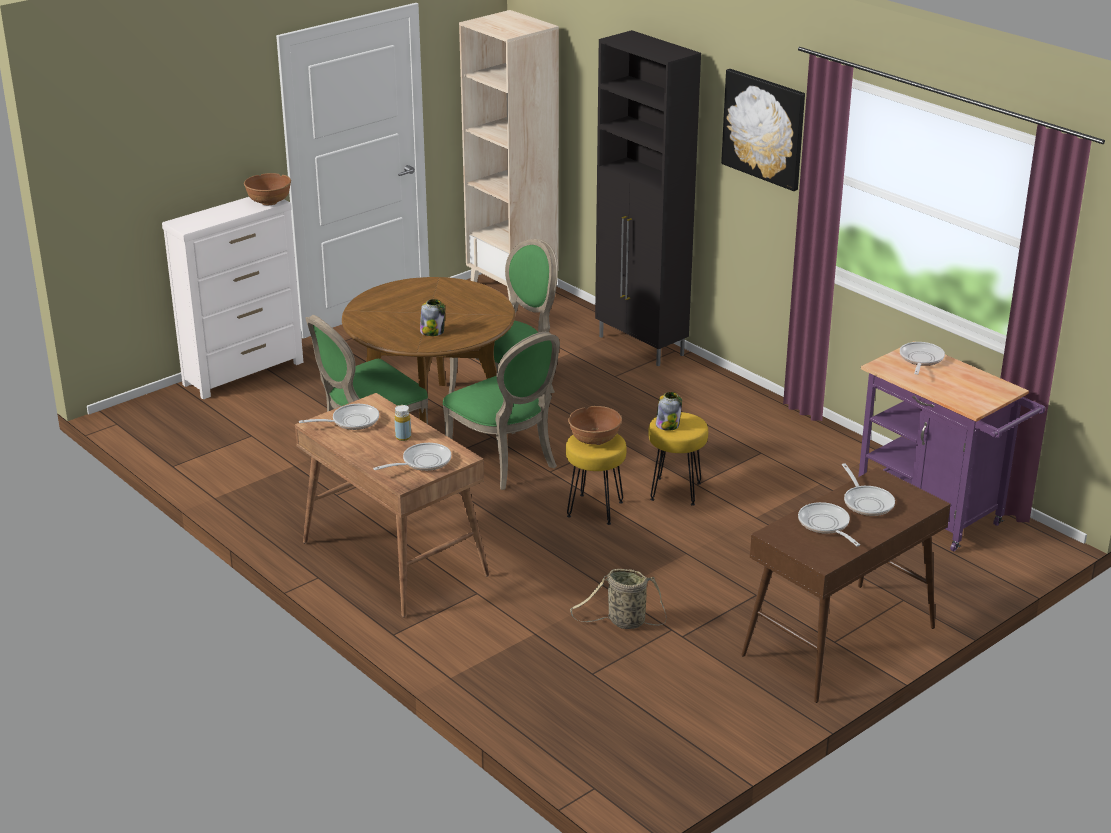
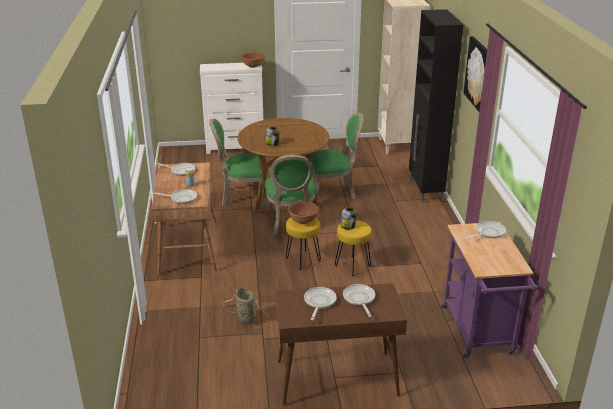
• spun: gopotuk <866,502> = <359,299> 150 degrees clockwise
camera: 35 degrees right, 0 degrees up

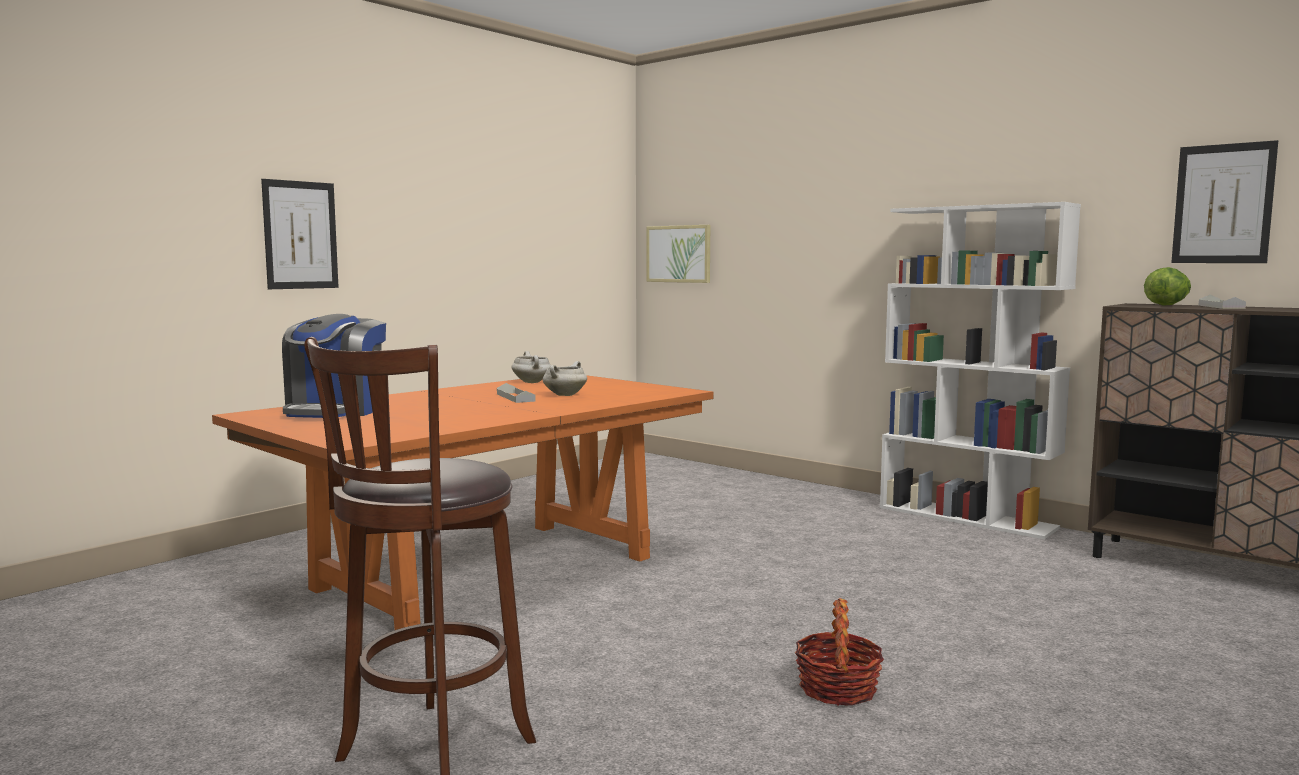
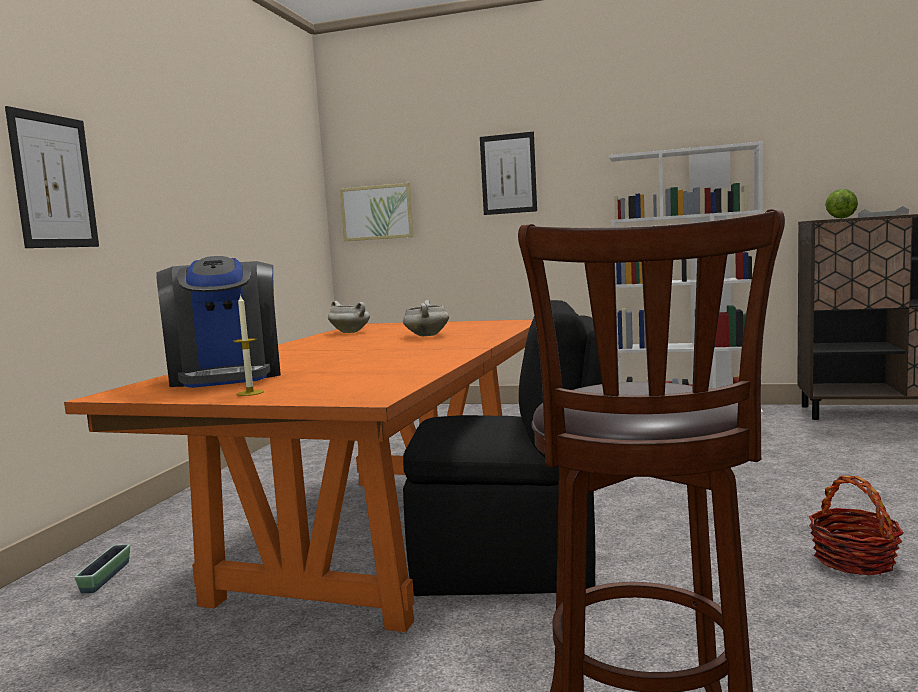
• missing: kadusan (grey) <515,397>
• relocated: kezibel <1223,204> to <508,174>
• appeared: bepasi <106,577>
• appeared: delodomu <250,393>
• appeared: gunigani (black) <509,565>
camera: 25 degrees left, 0 degrees up

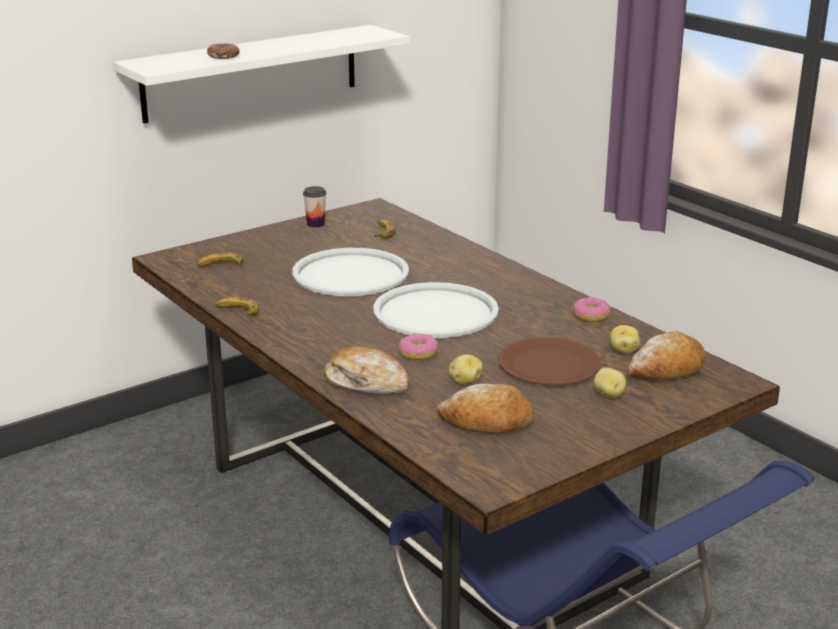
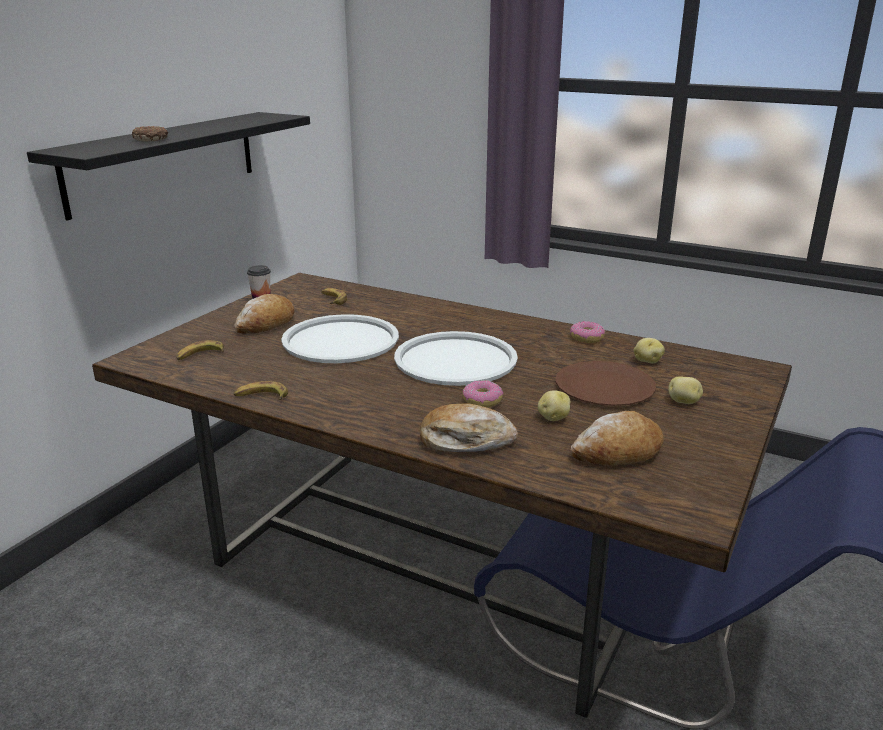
• colour: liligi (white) <252,73> to liligi (black) <164,161>
• relocated: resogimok <666,369> to <266,324>
camera: 25 degrees left, 0 degrees up

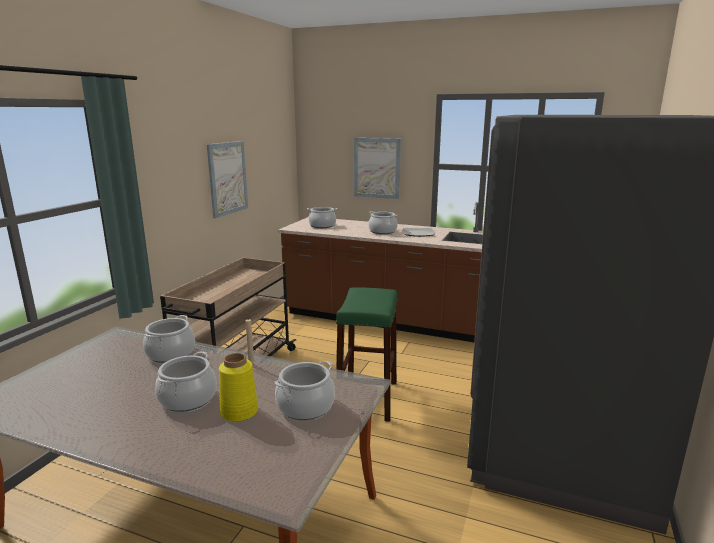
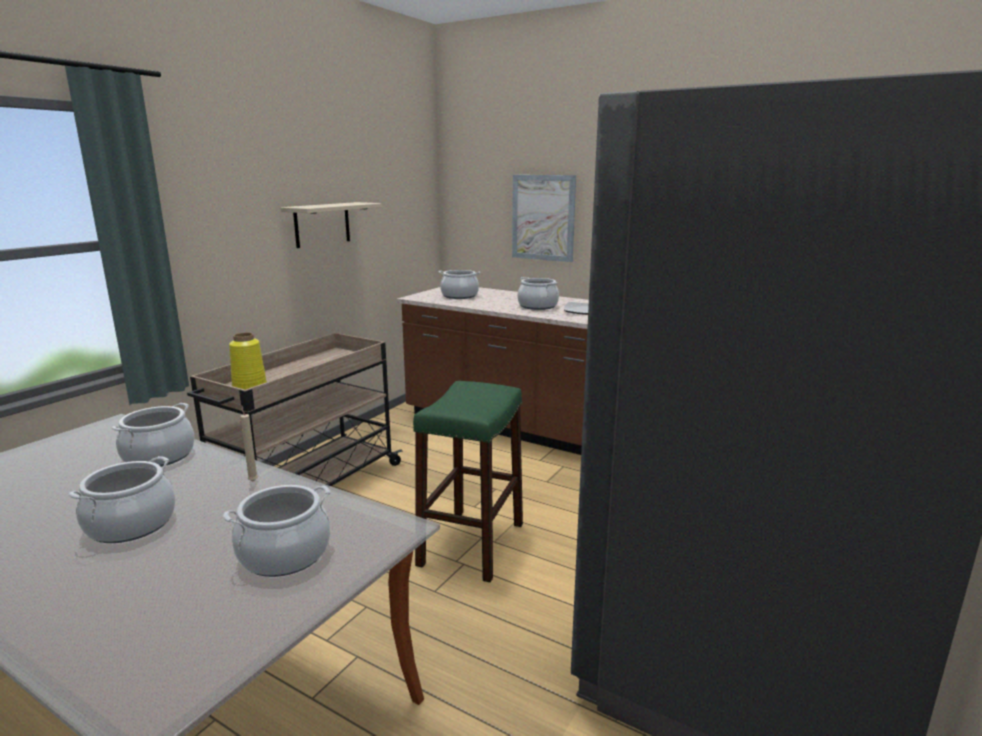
• exchanged: kezibel <227,178> to liligi (beige) <322,224>
• relocated: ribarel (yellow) <240,412> to <250,386>
camera: 10 degrees right, 0 degrees up

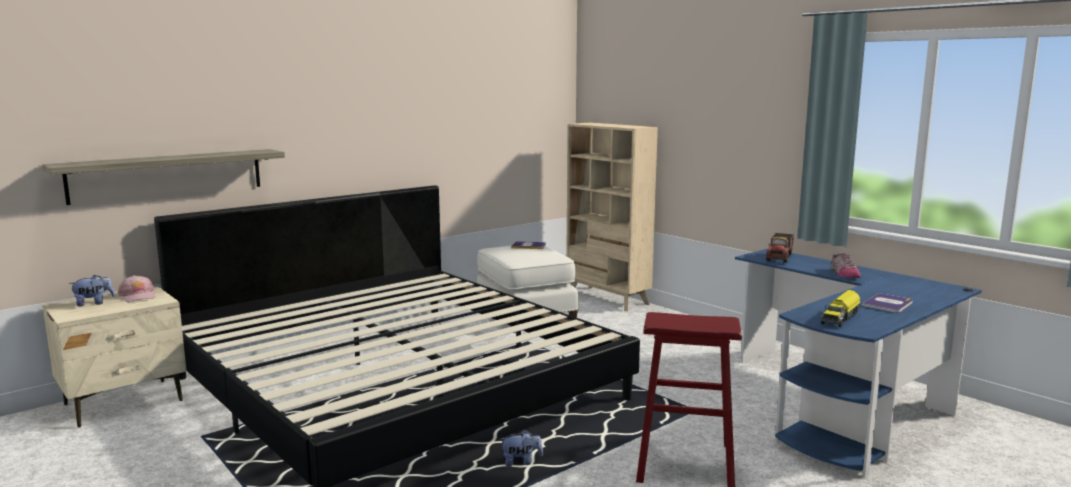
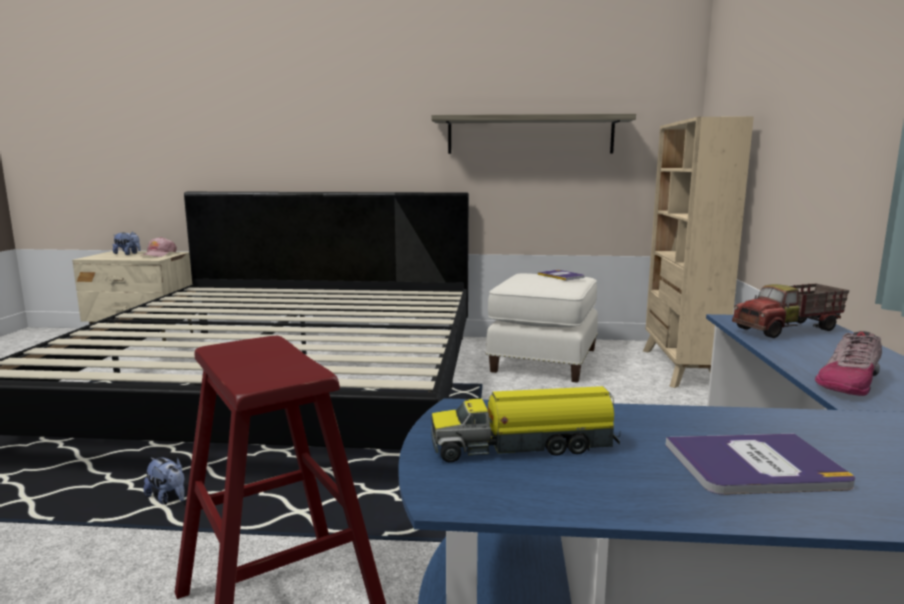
• relocated: liligi <168,175> to <530,135>
camera: 45 degrees right, 0 degrees up

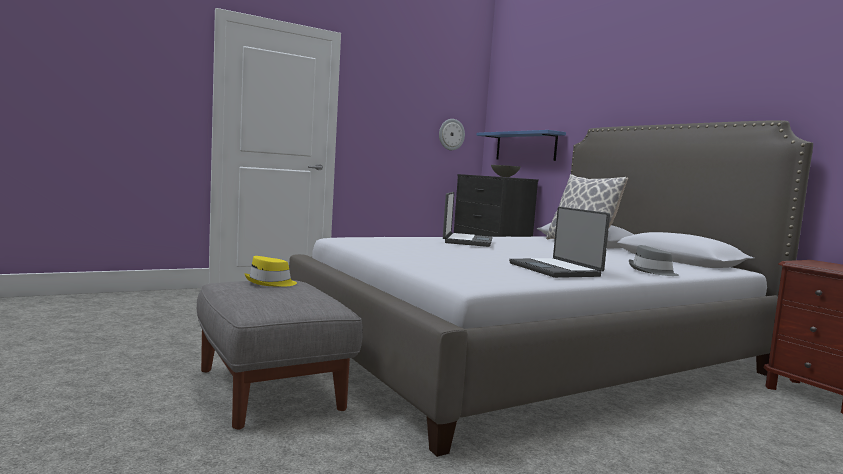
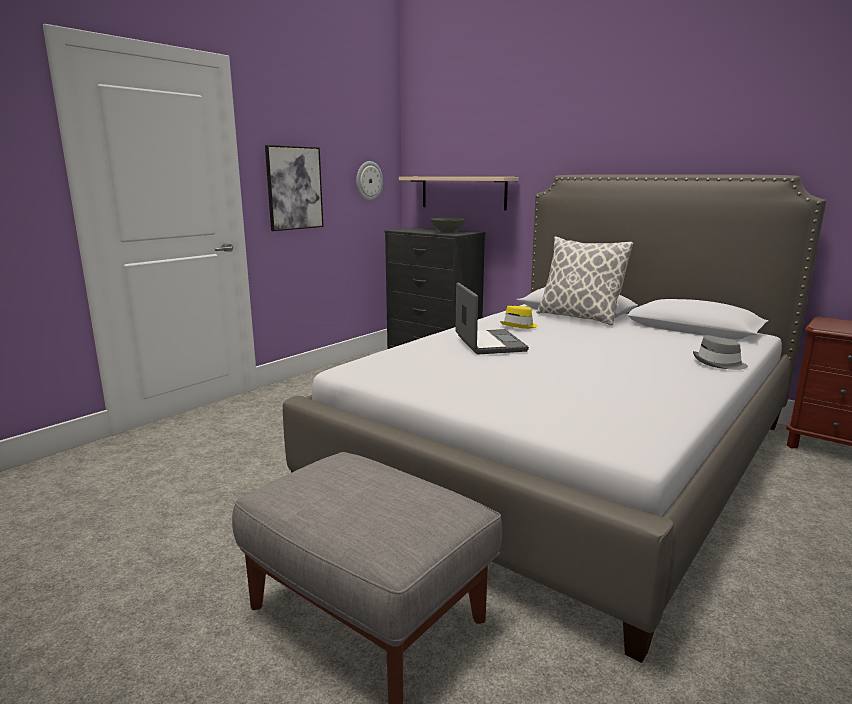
• relocated: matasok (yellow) <270,283> to <519,326>
• colour: liligi (blue) <525,146> to liligi (beige) <463,192>
• missing: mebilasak <556,270>
• appeared: kezibel <294,188>
camera: 20 degrees left, 10 degrees up

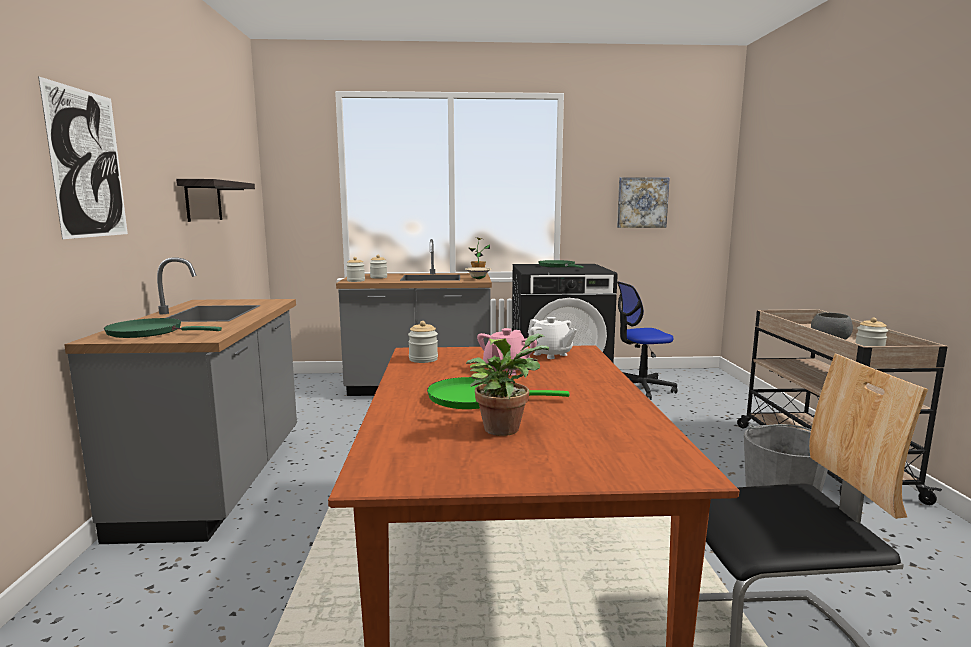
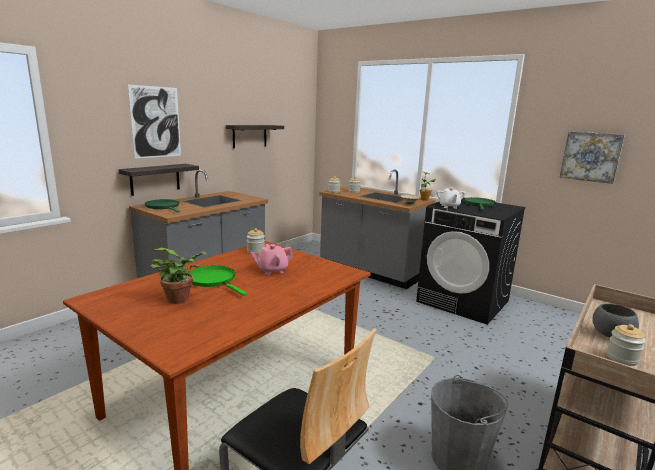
• relocated: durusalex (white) <550,354> to <449,206>
• missing: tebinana <640,388>
• appeared: liligi <155,179>
camera: 40 degrees right, 5 degrees up

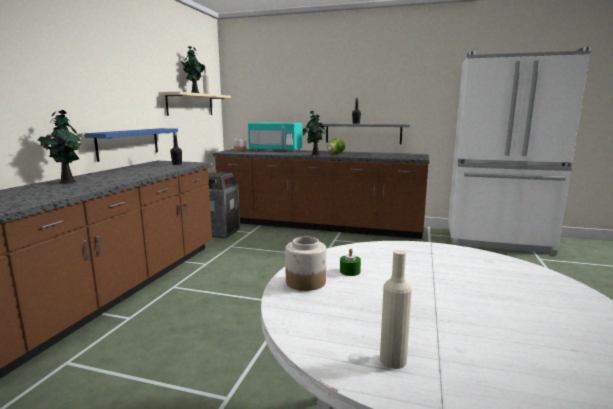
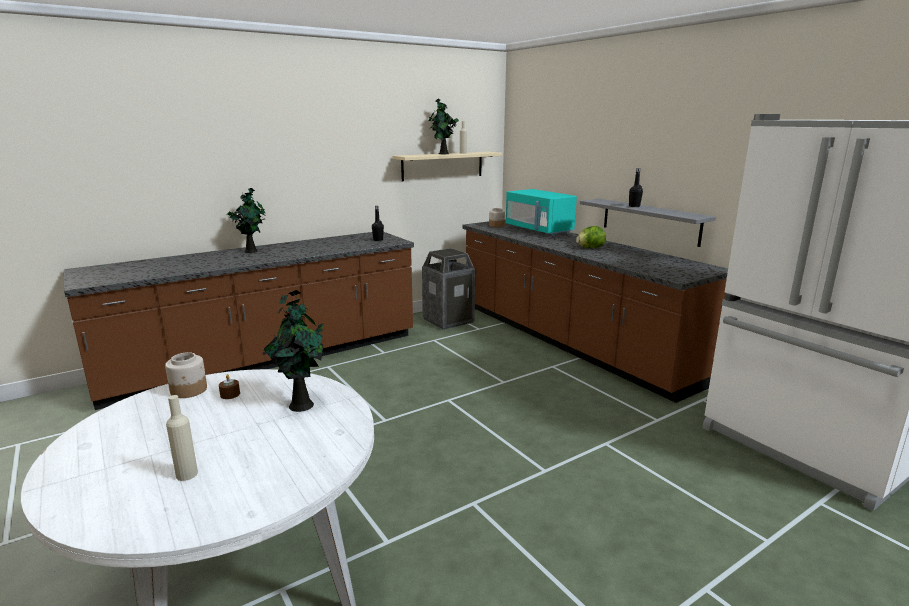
• missing: liligi (blue) <128,143>
• relocated: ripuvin <314,155> to <300,404>
• colour: delodomu (green) <350,271> to delodomu (brown) <230,394>
• relocated: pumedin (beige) <393,360> to <187,474>
camera: 40 degrees right, 5 degrees up

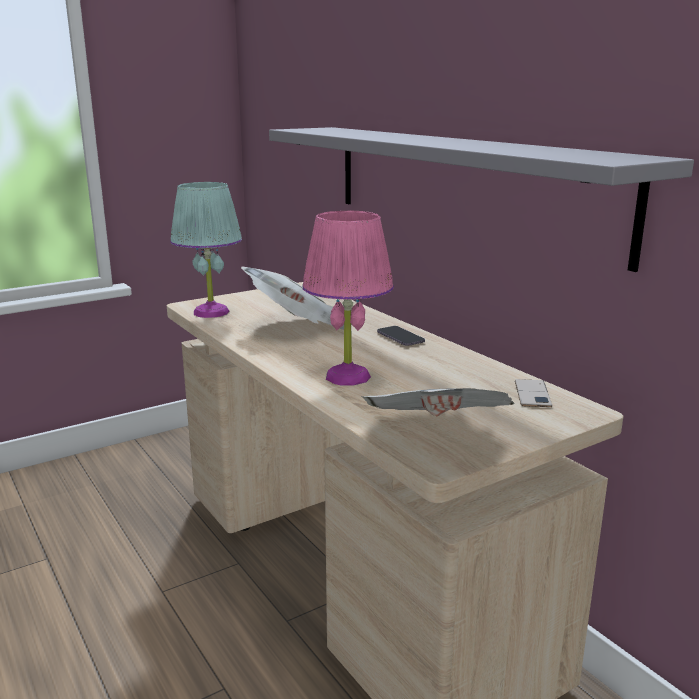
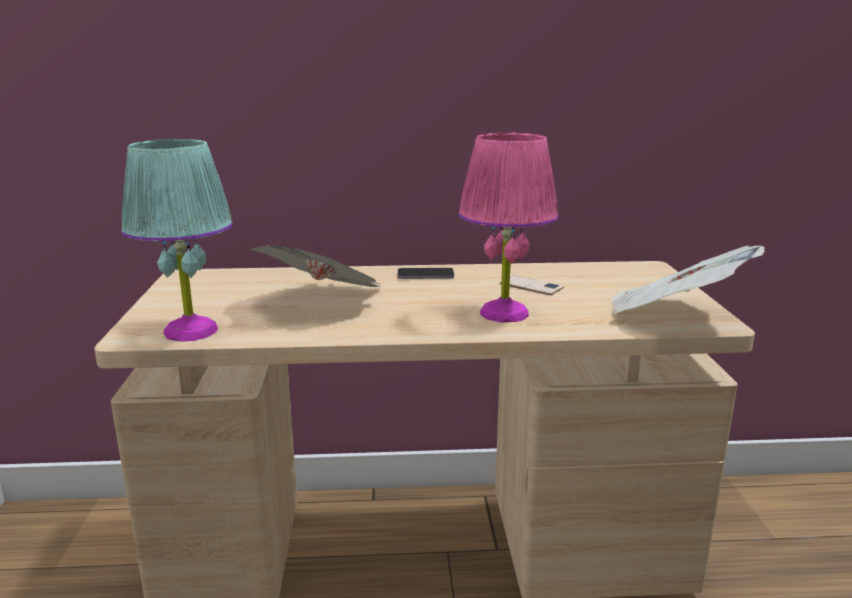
• missing: liligi (grey) <462,185>
• relocated: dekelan <532,394> to <531,286>
camera: 60 degrees left, 0 degrees up

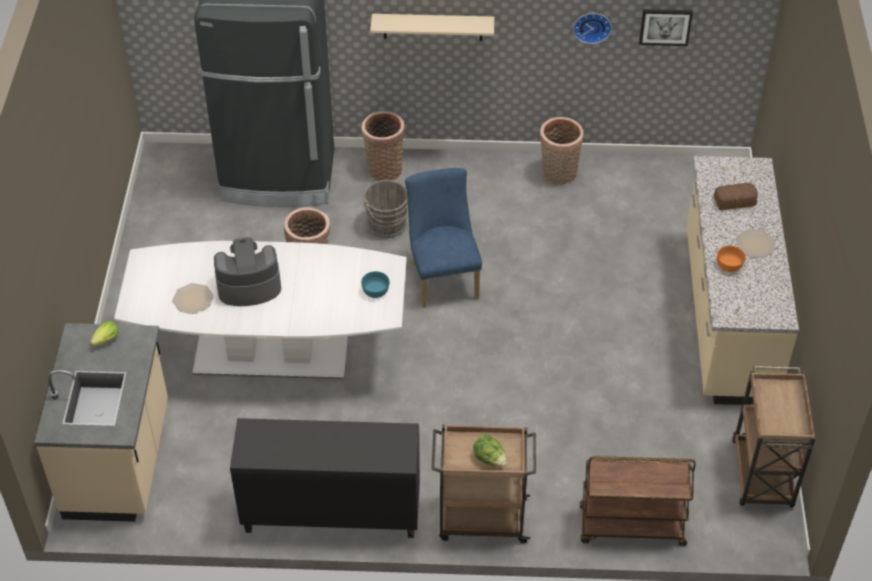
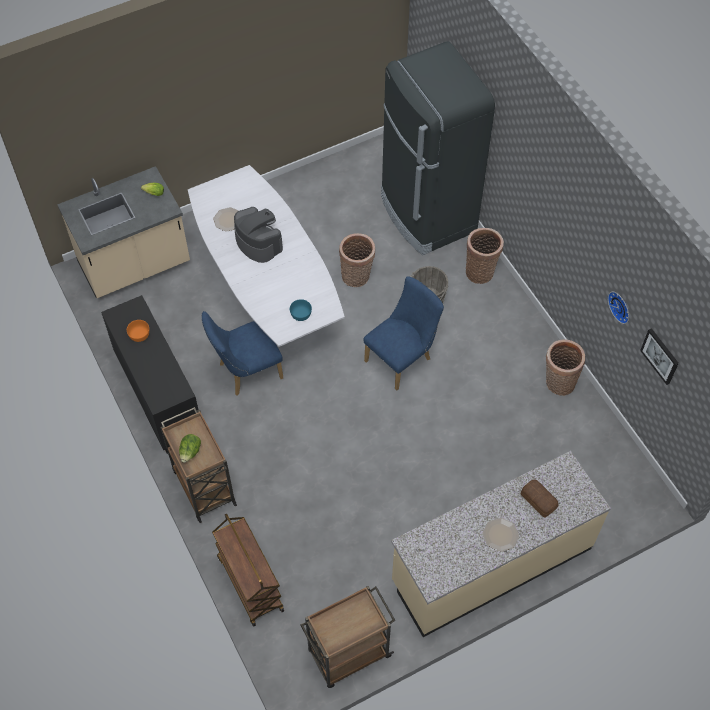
• missing: liligi (beige) <433,27>
• relocated: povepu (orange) <729,265> to <140,335>
• appeared: gunigani (blue) <246,371>
camera: 60 degrees right, 10 degrees up

